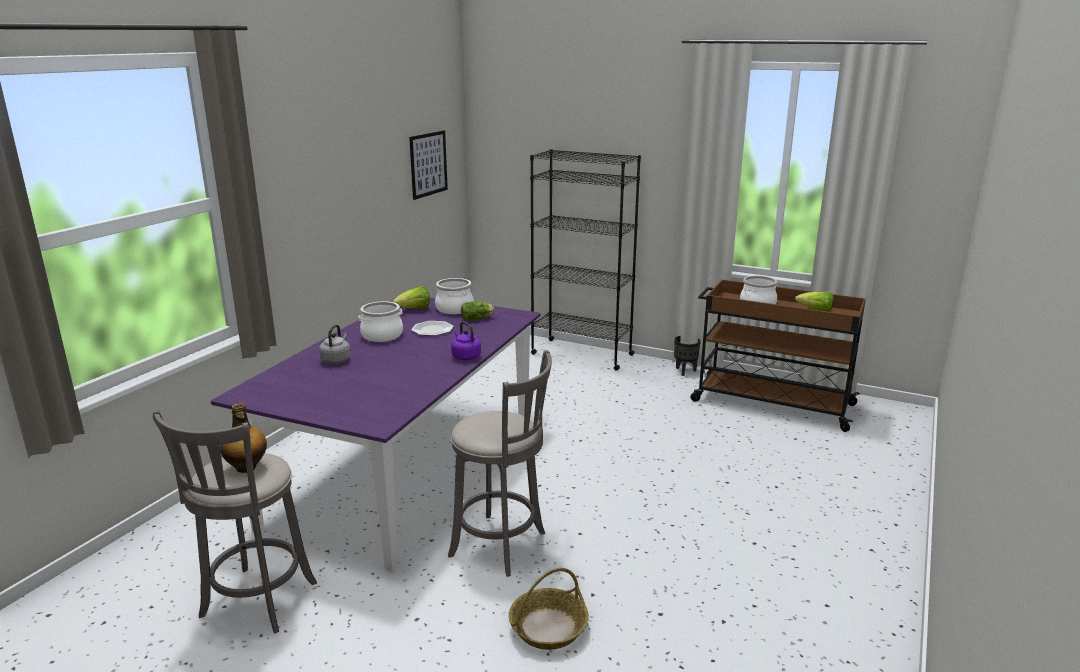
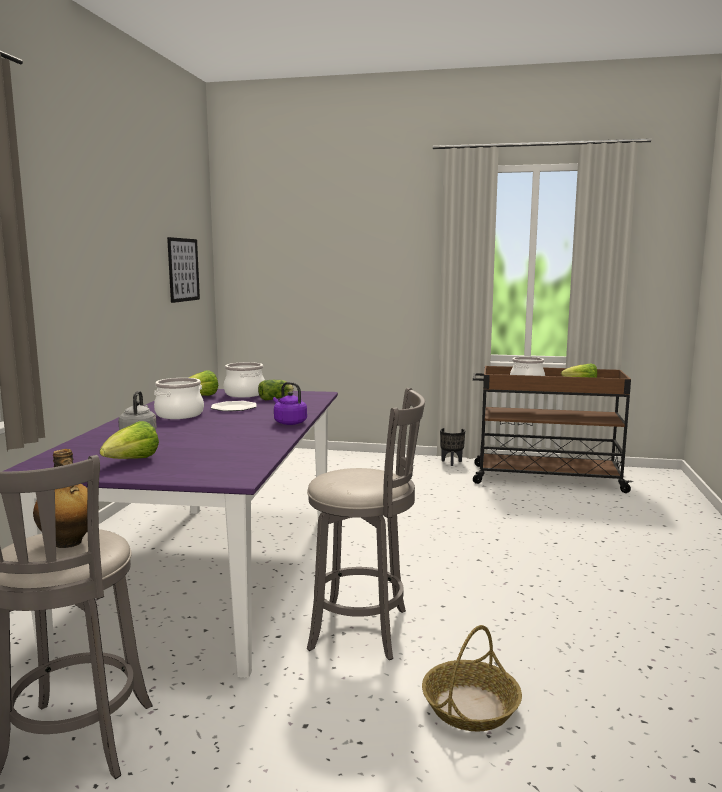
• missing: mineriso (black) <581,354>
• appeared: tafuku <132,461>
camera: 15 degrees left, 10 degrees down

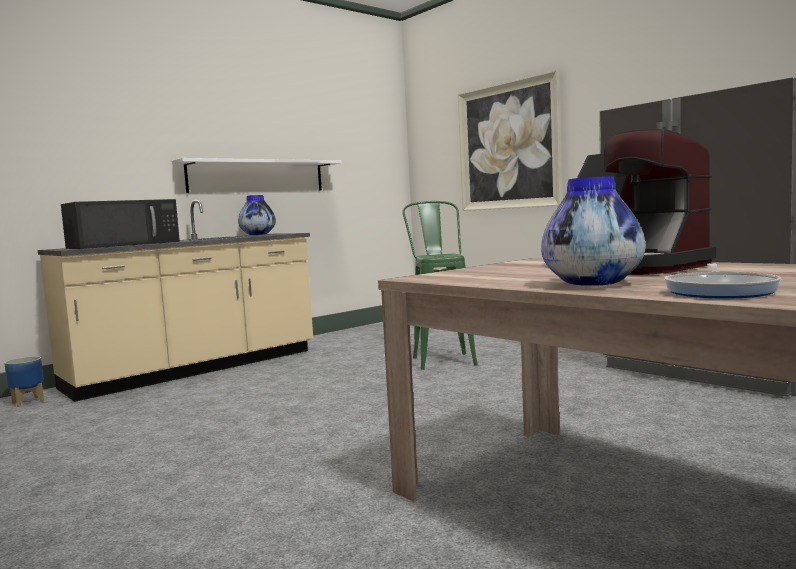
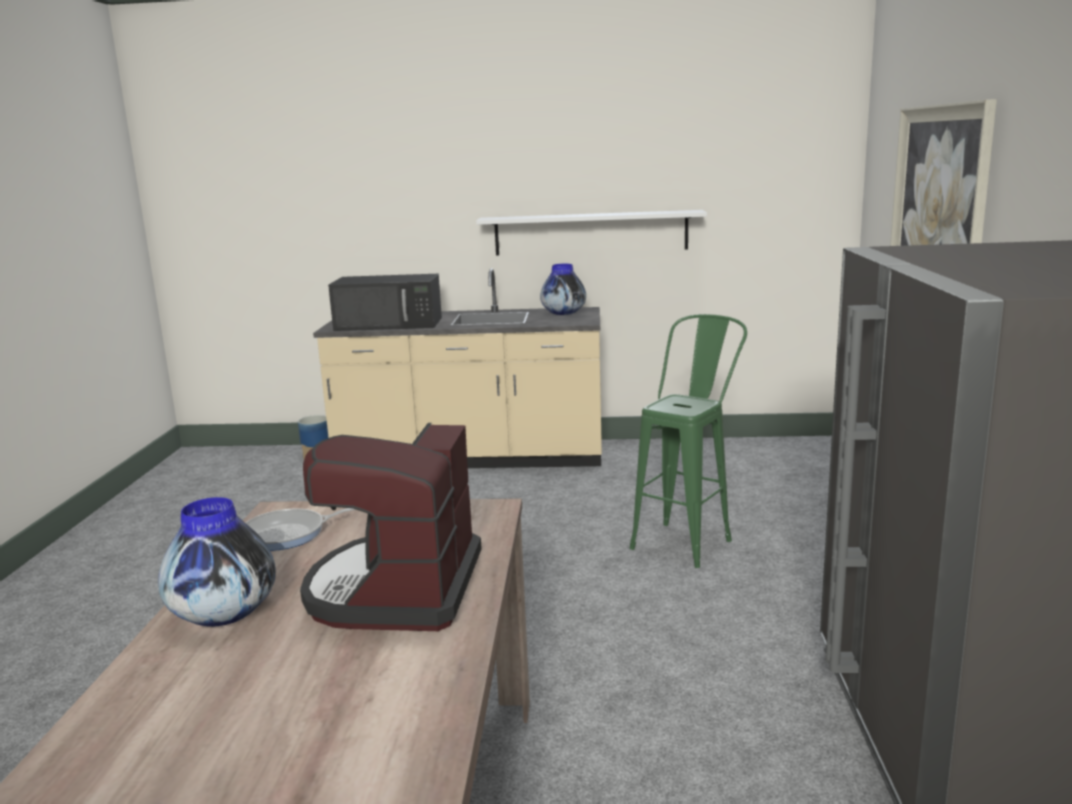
• relocated: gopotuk <720,291> to <289,534>
camera: 45 degrees right, 10 degrees up

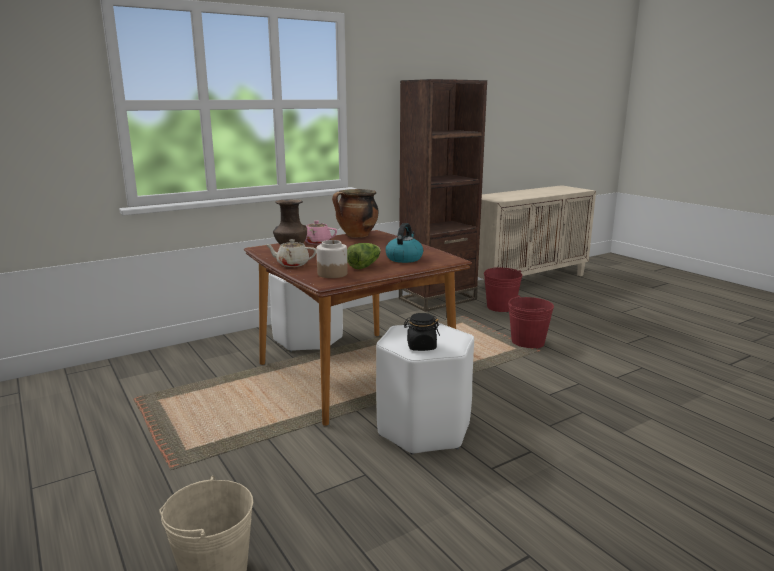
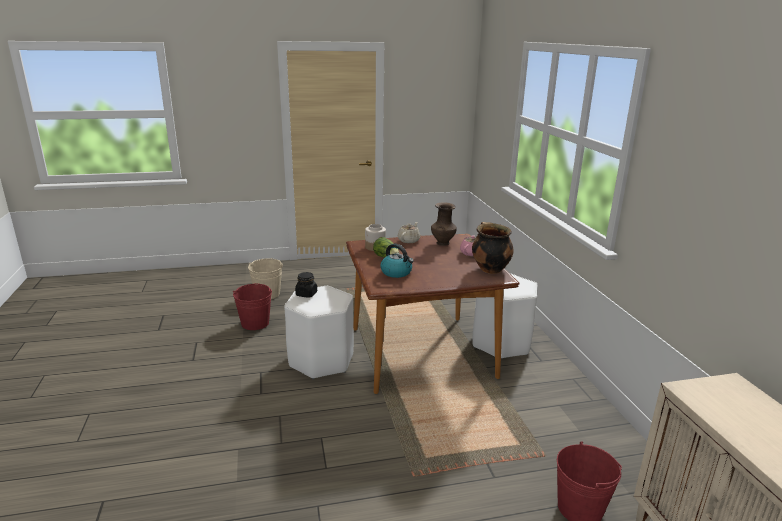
• missing: mineriso (brown) <438,299>
• relocated: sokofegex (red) <527,342> to <255,323>
camera: 110 degrees right, 5 degrees up

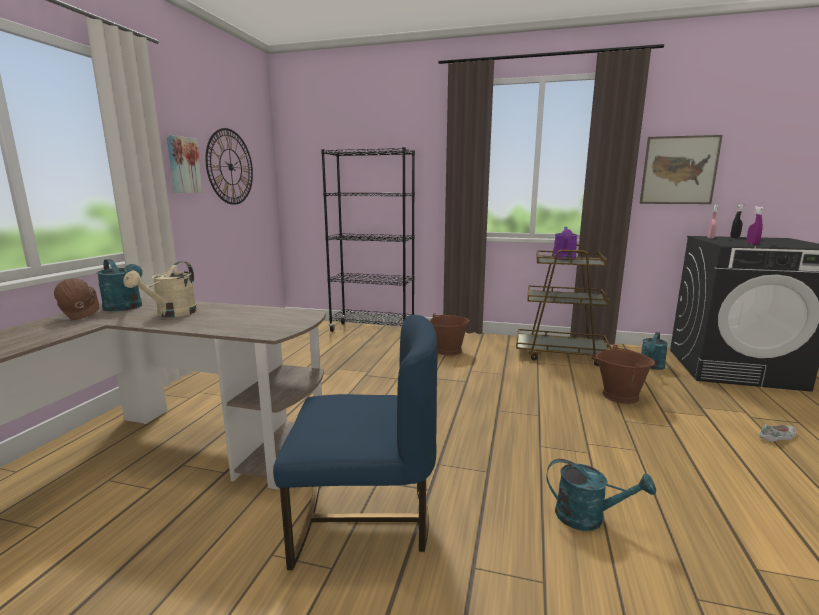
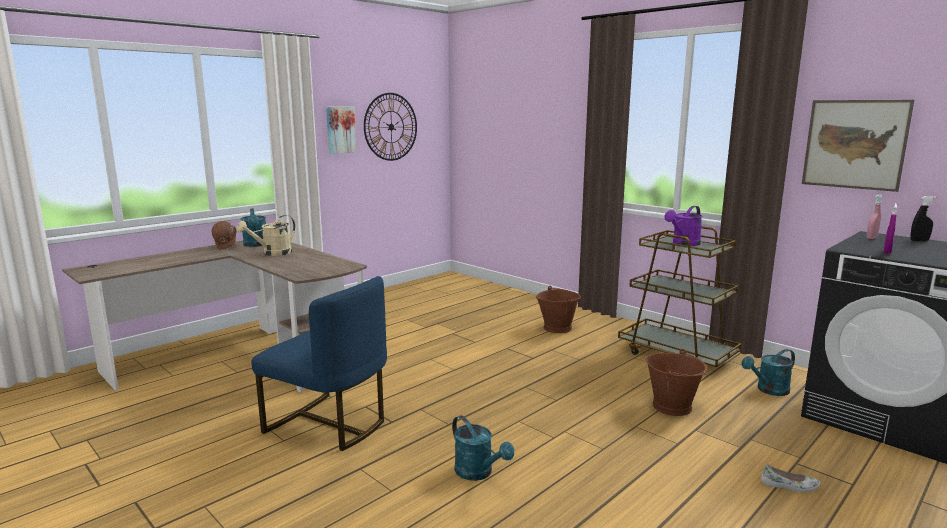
• missing: mineriso (black) <372,330>
camera: 30 degrees right, 0 degrees up

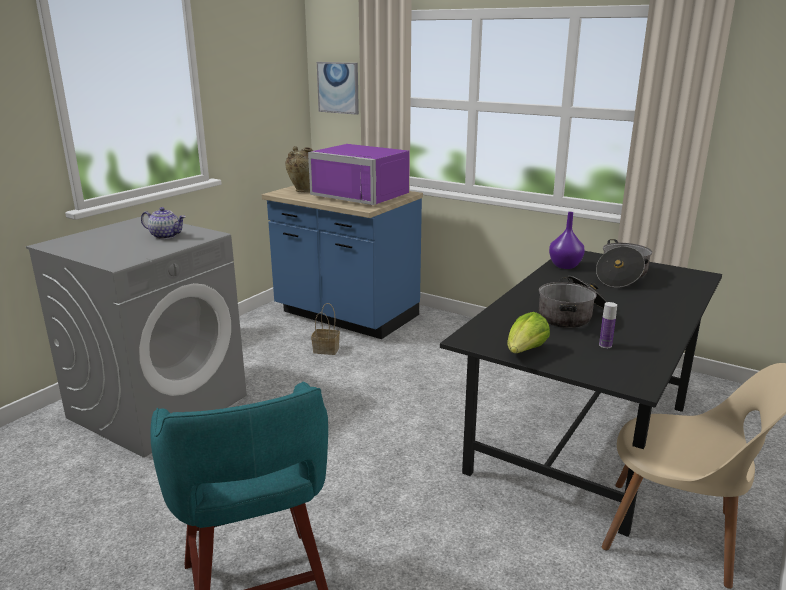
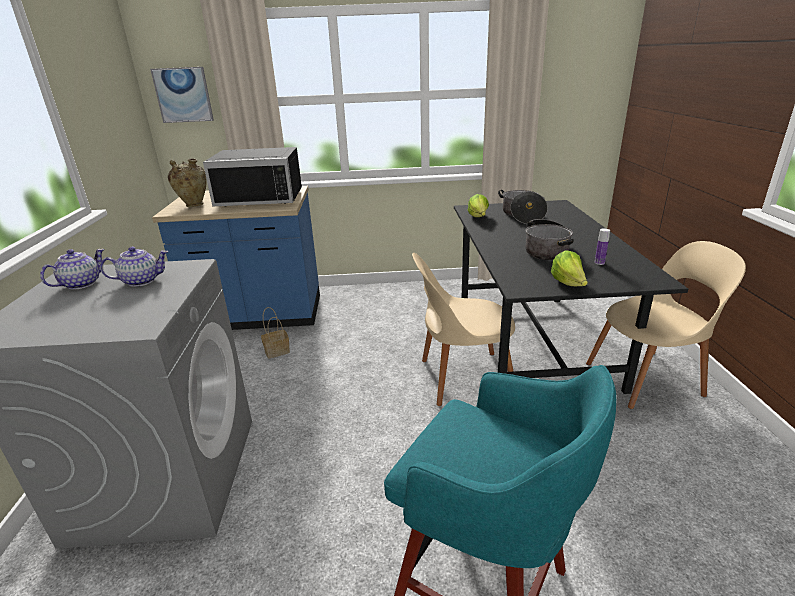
• colour: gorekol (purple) <364,195> to gorekol (black) <262,197>
• exchanged: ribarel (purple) <565,266> to tafuku <478,218>
• appeared: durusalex <81,284>
• appeared: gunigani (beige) <462,378>
camera: 35 degrees left, 5 degrees up

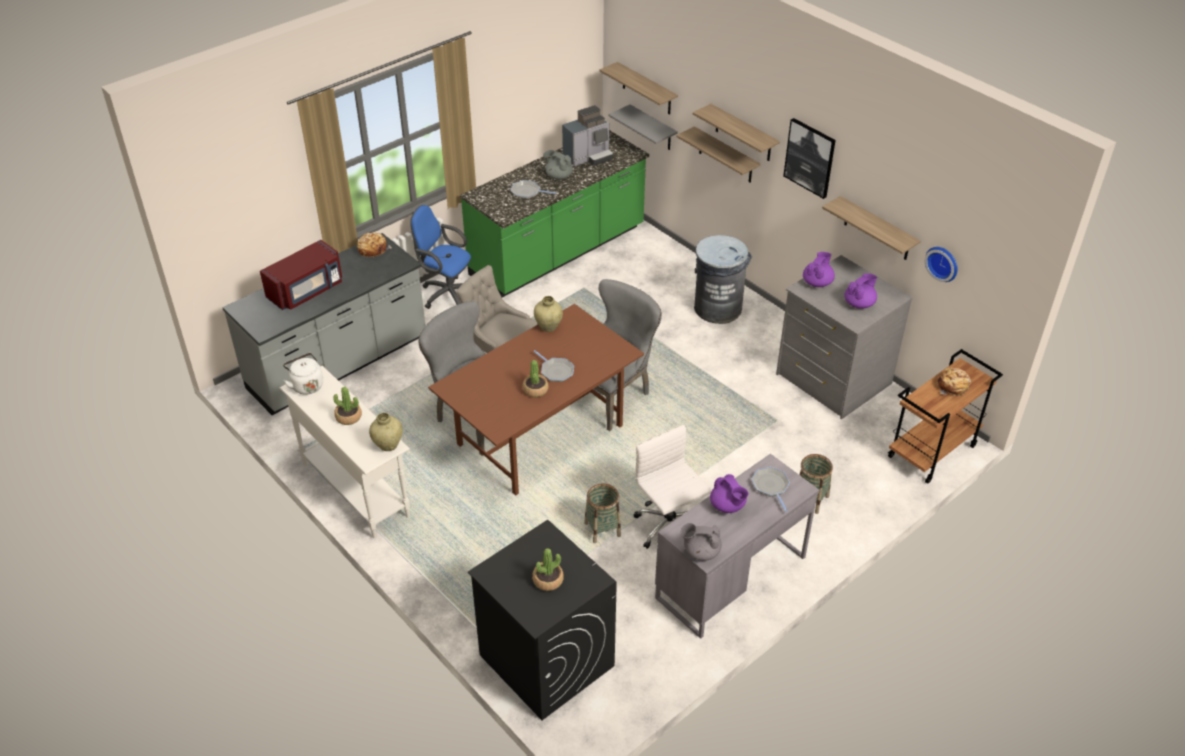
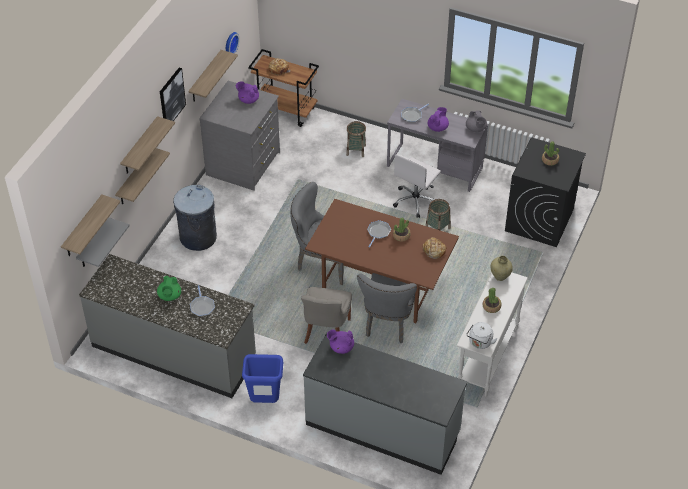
• missing: gorekol (red) <306,291>
• relocated: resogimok <373,249> to <433,251>
• exchanged: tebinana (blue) <446,294> to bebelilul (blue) <264,400>
• colour: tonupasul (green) <558,252> to tonupasul (grey) <174,351>
• missing: ribarel (beige) <548,327>
• colour: durusalex (grey) <558,176> to durusalex (green) <169,296>
• missing: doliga <588,157>
• relocated: durusalex (purple) <817,282> to <341,347>
camera: 115 degrees left, 5 degrees up

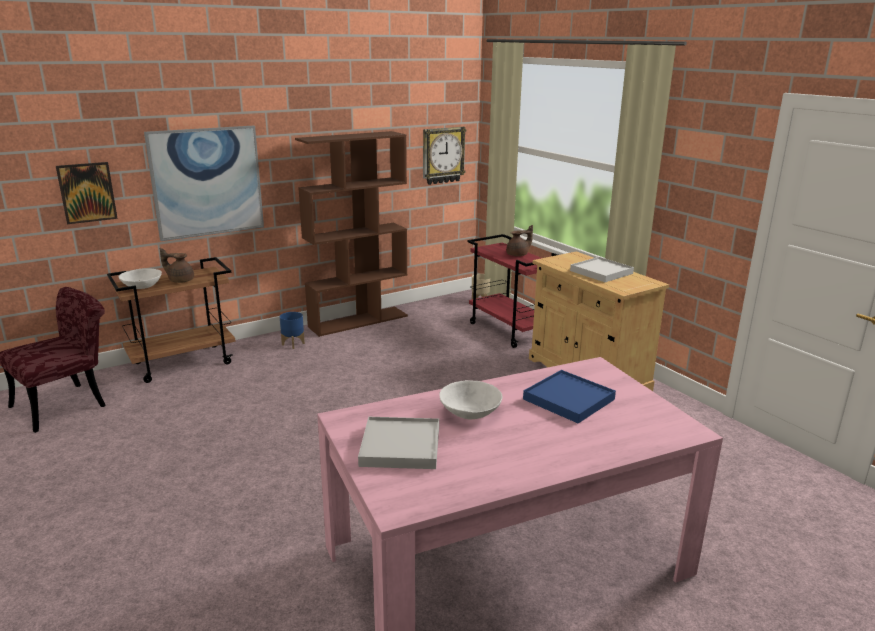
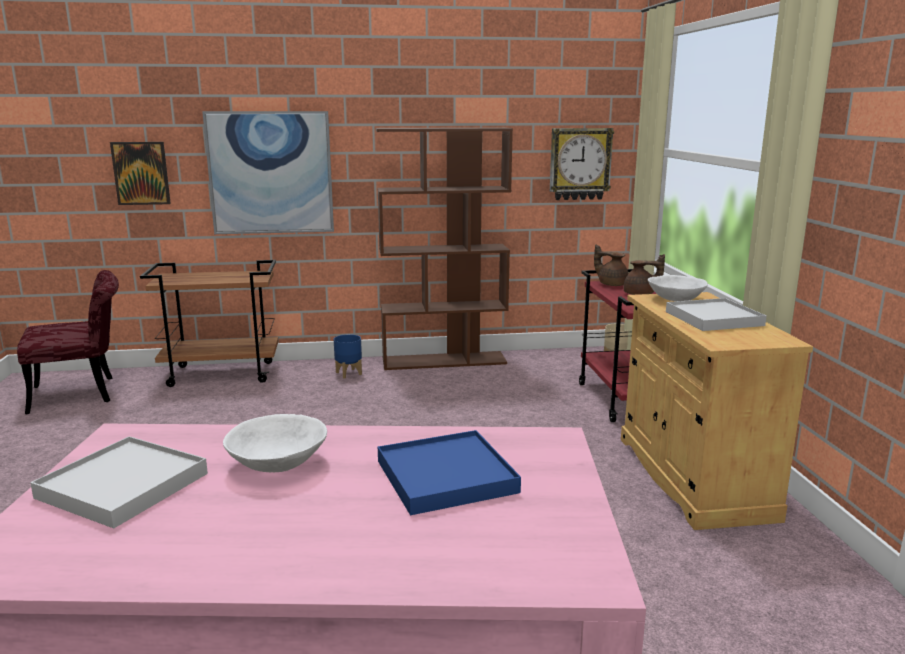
• relocated: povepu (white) <142,287> to <675,299>
• relocated: durusalex (brown) <180,280> to <611,284>
camera: 25 degrees right, 5 degrees down

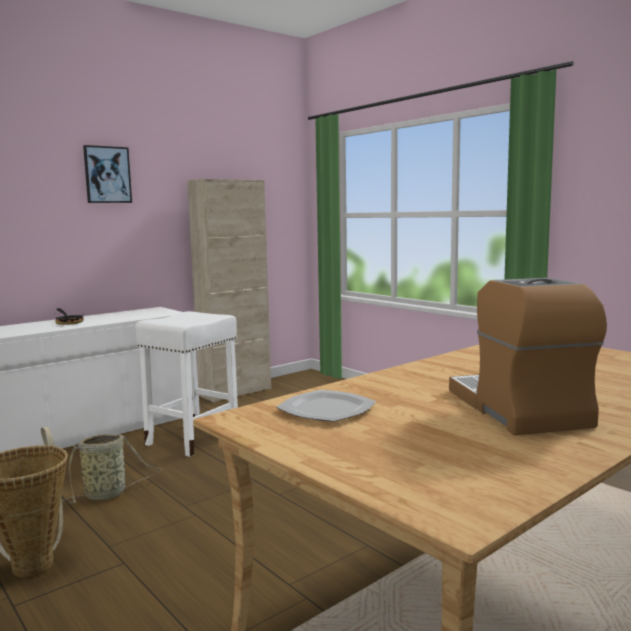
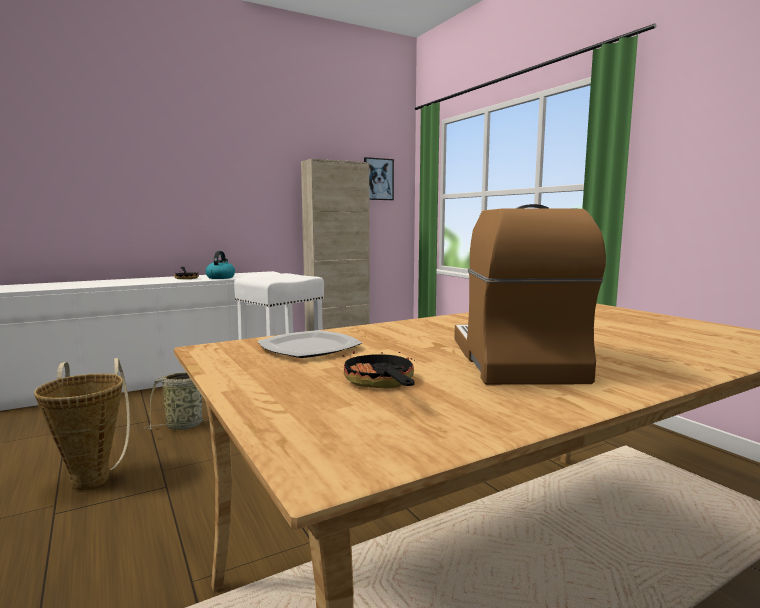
• relocated: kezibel <107,175> to <378,179>
• appeared: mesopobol <220,277>
• appeared: gopotuk <381,383>
camera: 10 degrees right, 0 degrees up

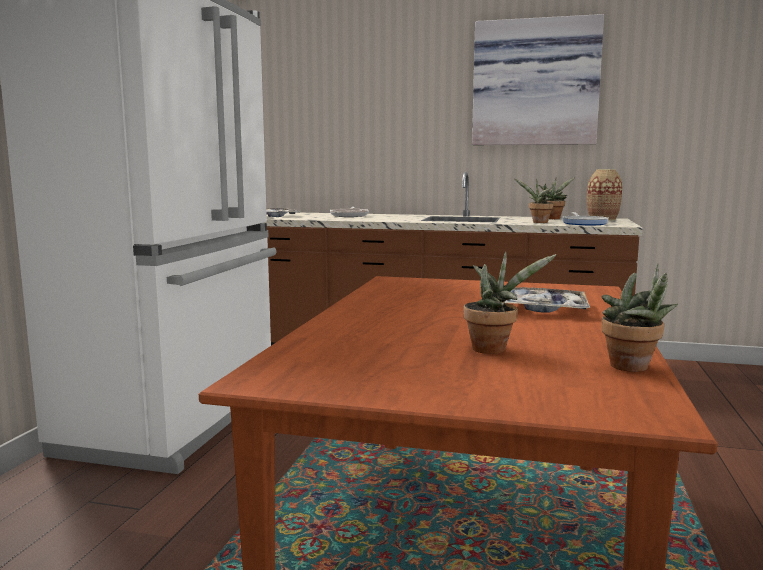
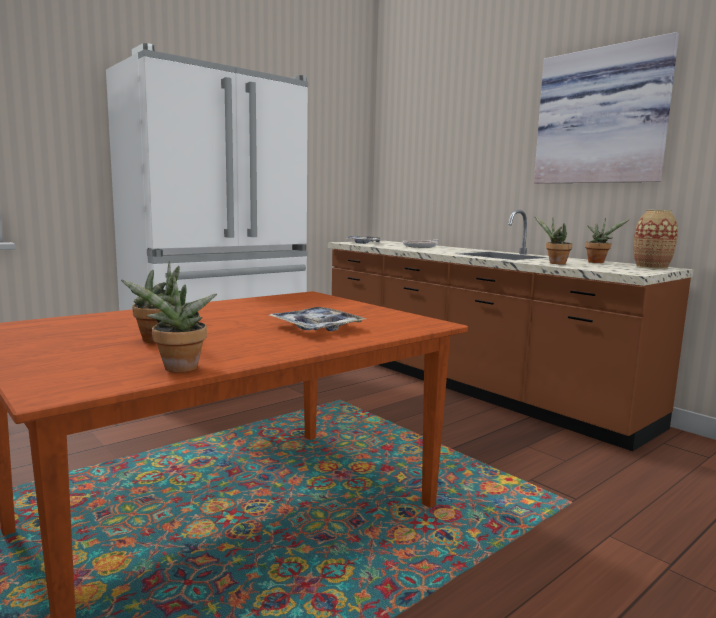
• missing: gopotuk <584,223>
camera: 35 degrees right, 0 degrees up

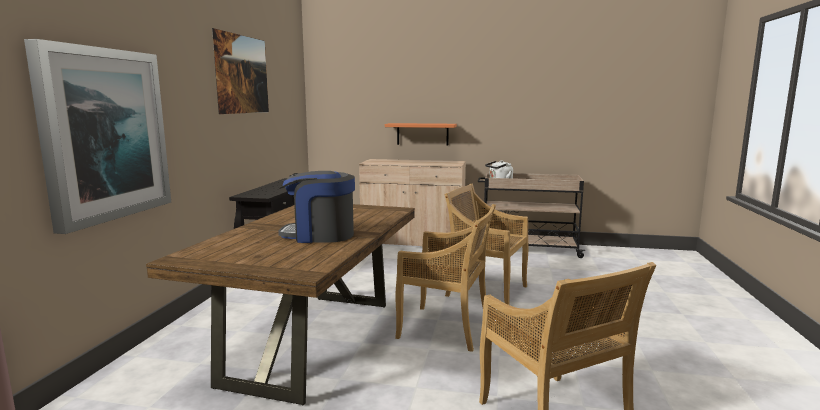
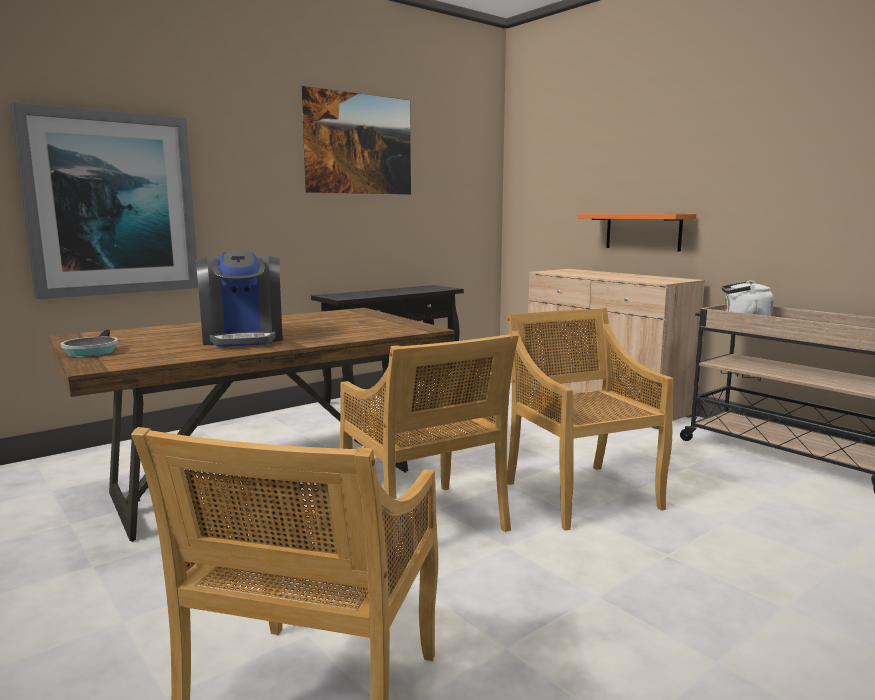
• spun: doliga <319,235> = <243,338> 150 degrees counterclockwise
• appeared: gopotuk <92,351>
camera: 40 degrees right, 0 degrees up

